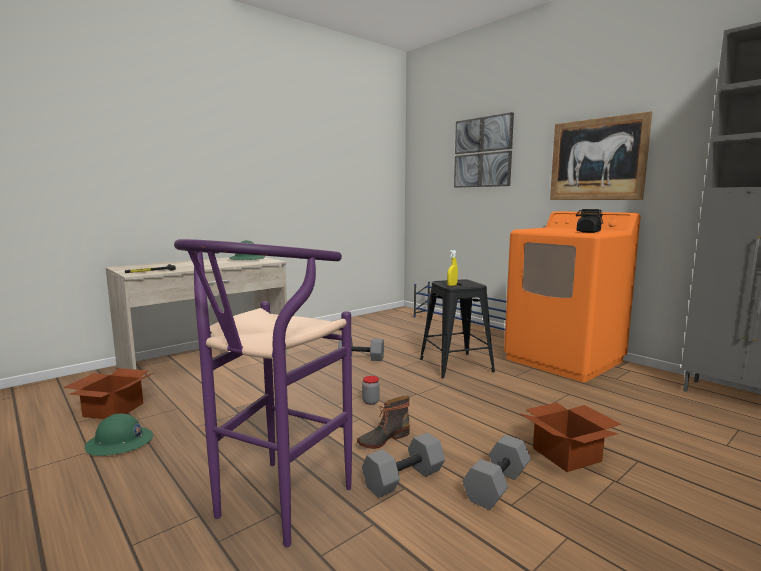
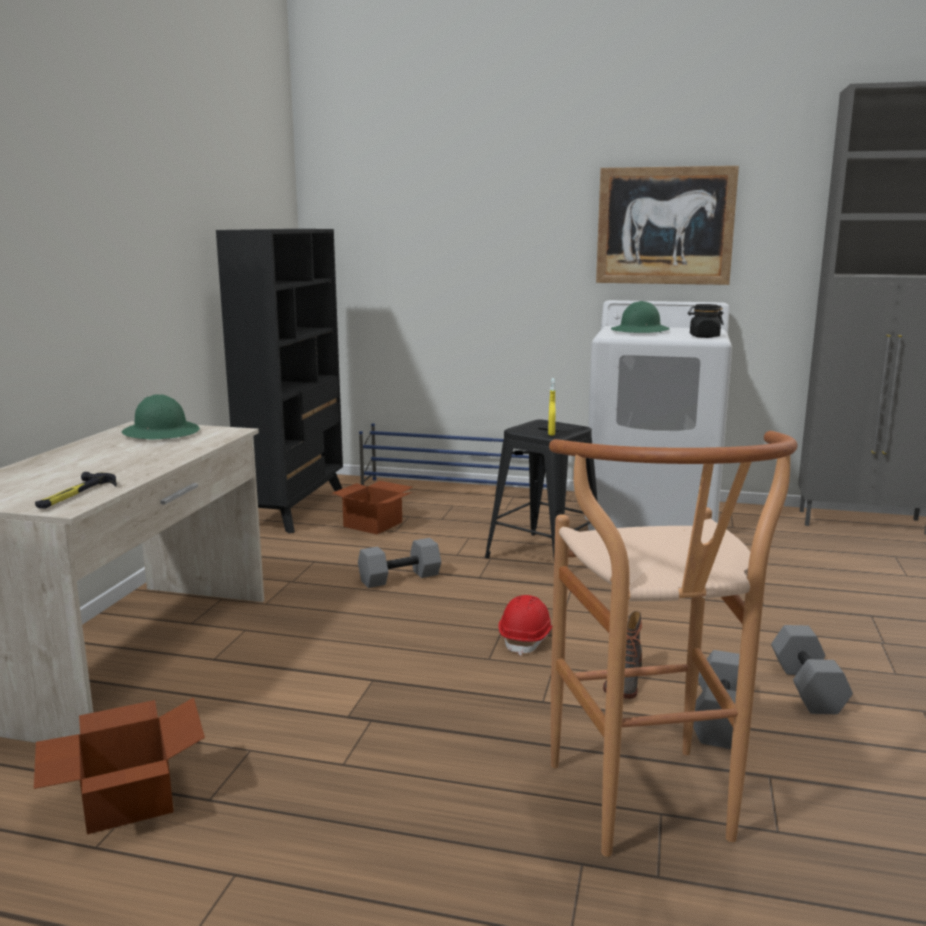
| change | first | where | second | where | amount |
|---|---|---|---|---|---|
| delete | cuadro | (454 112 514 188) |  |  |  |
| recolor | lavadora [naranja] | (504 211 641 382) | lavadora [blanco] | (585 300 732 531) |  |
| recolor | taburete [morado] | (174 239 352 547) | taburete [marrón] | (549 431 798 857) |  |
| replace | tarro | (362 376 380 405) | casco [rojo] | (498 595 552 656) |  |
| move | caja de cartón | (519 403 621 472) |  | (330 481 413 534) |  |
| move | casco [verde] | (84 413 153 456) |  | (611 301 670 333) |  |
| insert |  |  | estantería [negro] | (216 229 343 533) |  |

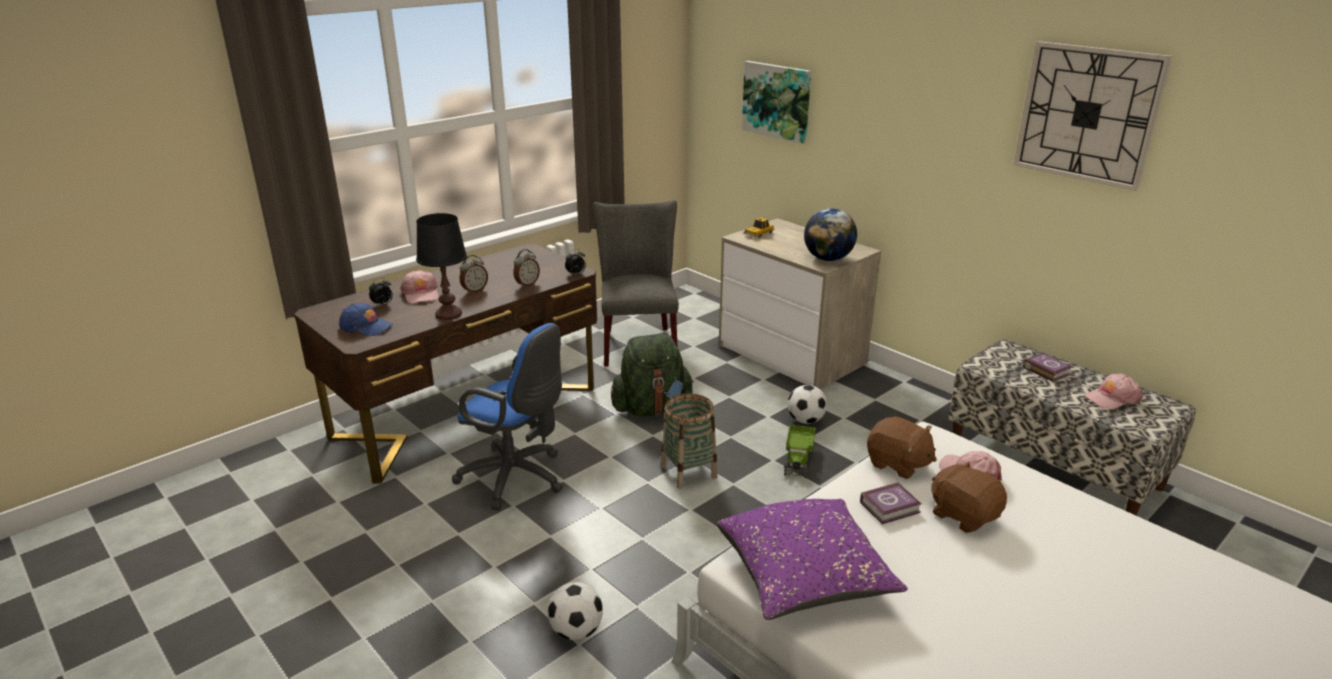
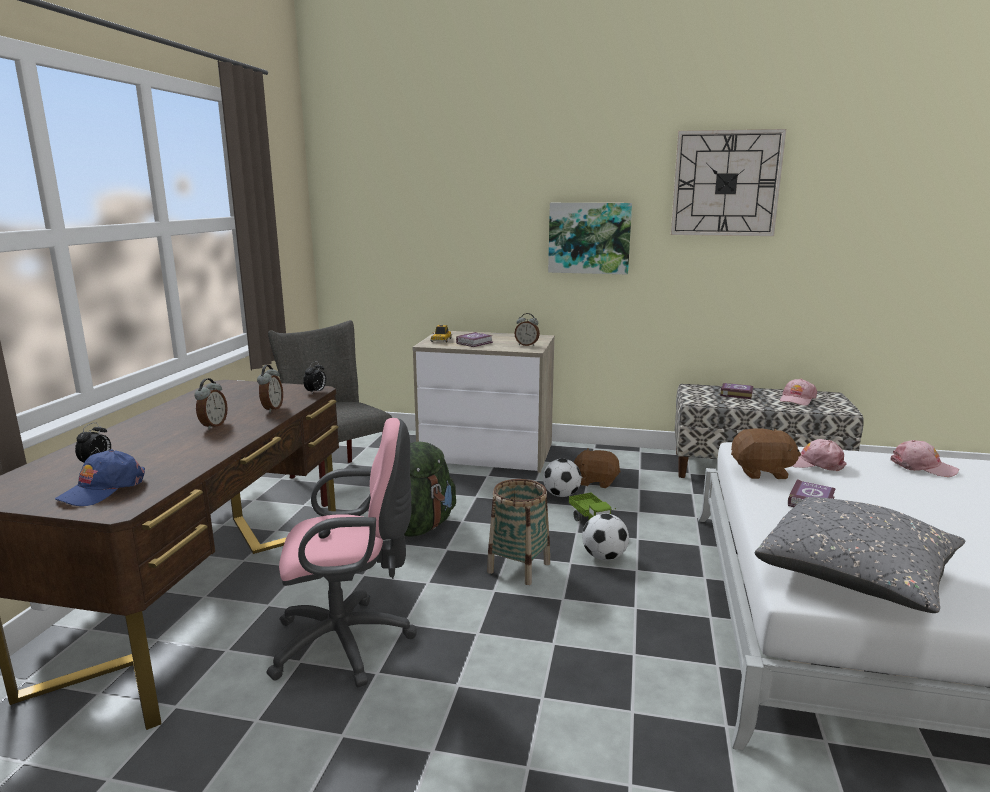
| change | first | where | second | where | amount |
|---|---|---|---|---|---|
| move | cuadro | (742 61 811 144) |  | (548 203 632 275) |  |
| replace | globo terráqueo | (804 208 857 261) | despertador | (515 313 540 346) |  |
| delete | lámpara de mesa [negro] | (416 213 467 320) |  |  |  |
| move | gorra [rosa] | (400 270 439 304) |  | (890 440 959 477) |  |
| rotate | gorra [azul] | (338 303 393 336) |  | (55 449 145 506) | 135 degrees clockwise |
| recolor | silla de oficina [azul] | (452 323 563 510) | silla de oficina [rosa] | (266 418 417 687) |  |
| move | peluche [marrón] | (931 461 1007 533) |  | (574 448 621 488) |  |
| recolor | cojín [morado] | (717 499 908 620) | cojín [gris] | (755 497 966 613) |  |
| move | balón de fútbol | (548 582 603 640) |  | (582 513 629 560) |  |
| insert |  |  | libro | (456 332 493 347) |  |

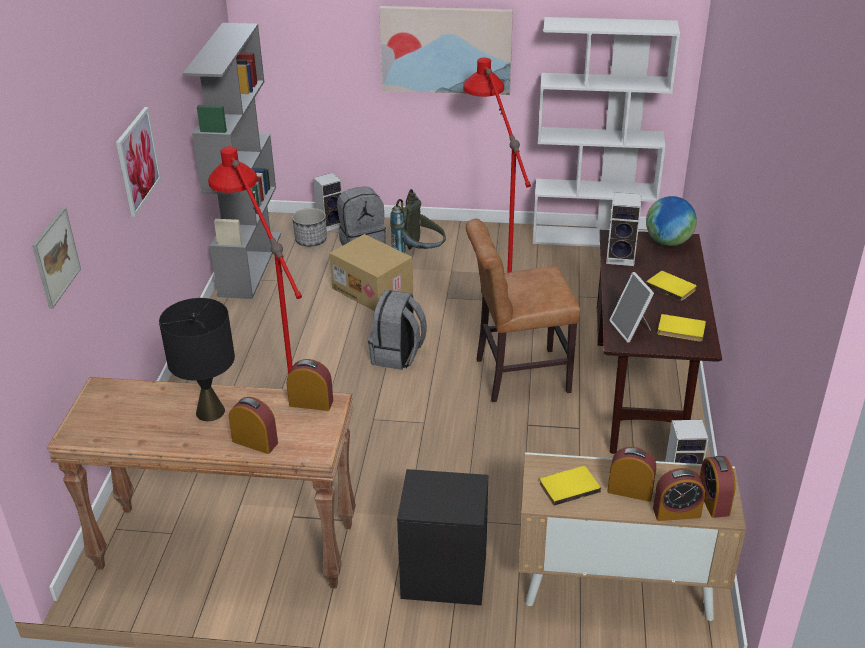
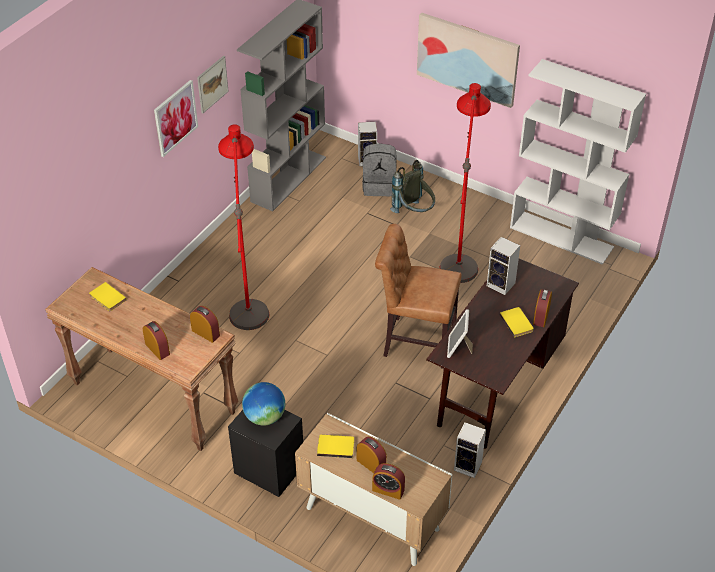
| change | first | where | second | where | amount |
|---|---|---|---|---|---|
| move | globo terráqueo | (646 196 697 246) |  | (242 382 285 426) |  |
| move | cuadro | (32 207 81 309) |  | (197 56 229 113) |  |
| delete | maceta | (292 208 327 246) |  |  |  |
| delete | caja de cartón | (329 234 413 311) |  |  |  |
| delete | mochila [gris] | (368 290 427 370) |  |  |  |
| delete | lámpara de mesa [negro] | (159 298 235 421) |  |  |  |
| move | libro [amarillo] | (657 314 706 342) |  | (89 282 127 311) |  |
| move | despertador | (700 456 735 518) |  | (533 289 552 327) |  |

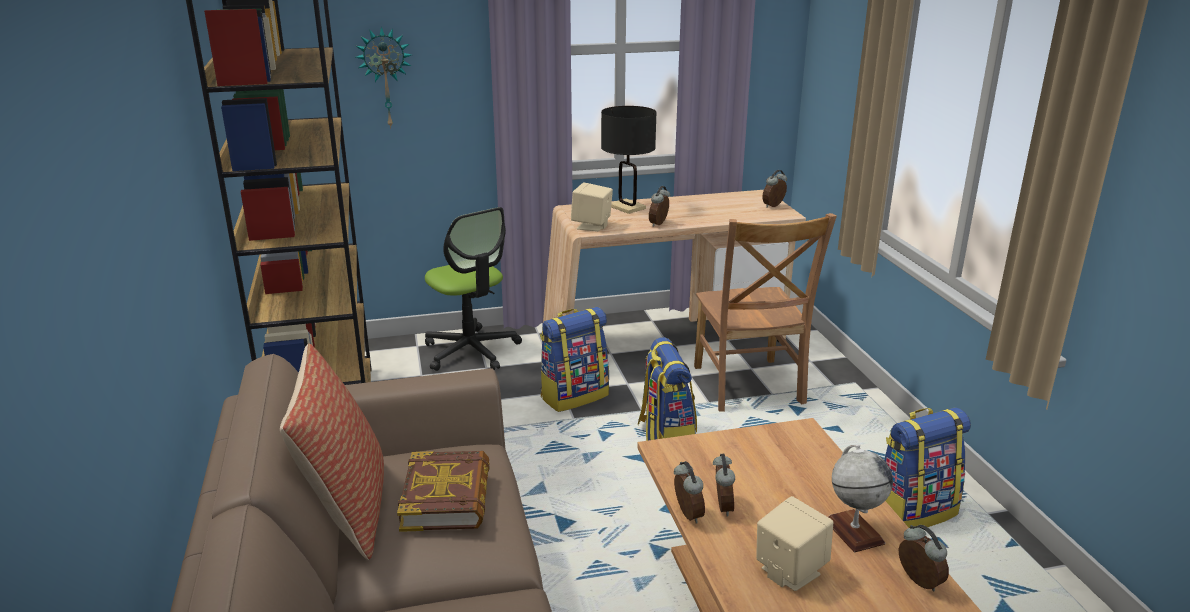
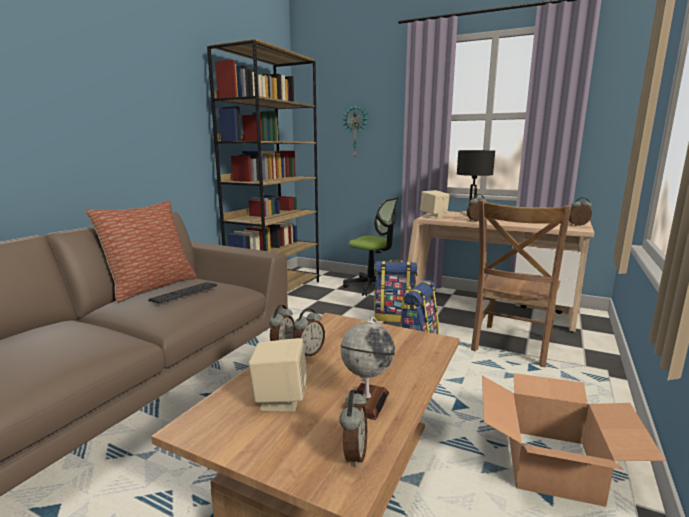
| change | first | where | second | where | amount |
|---|---|---|---|---|---|
| rotate | silla de oficina | (425 207 522 371) |  | (343 197 398 296) | 60 degrees counterclockwise |
| replace | mochila | (884 407 971 528) | caja de cartón | (482 373 666 507) |  |
| replace | libro | (397 451 490 532) | teclado | (148 282 218 304) |  |

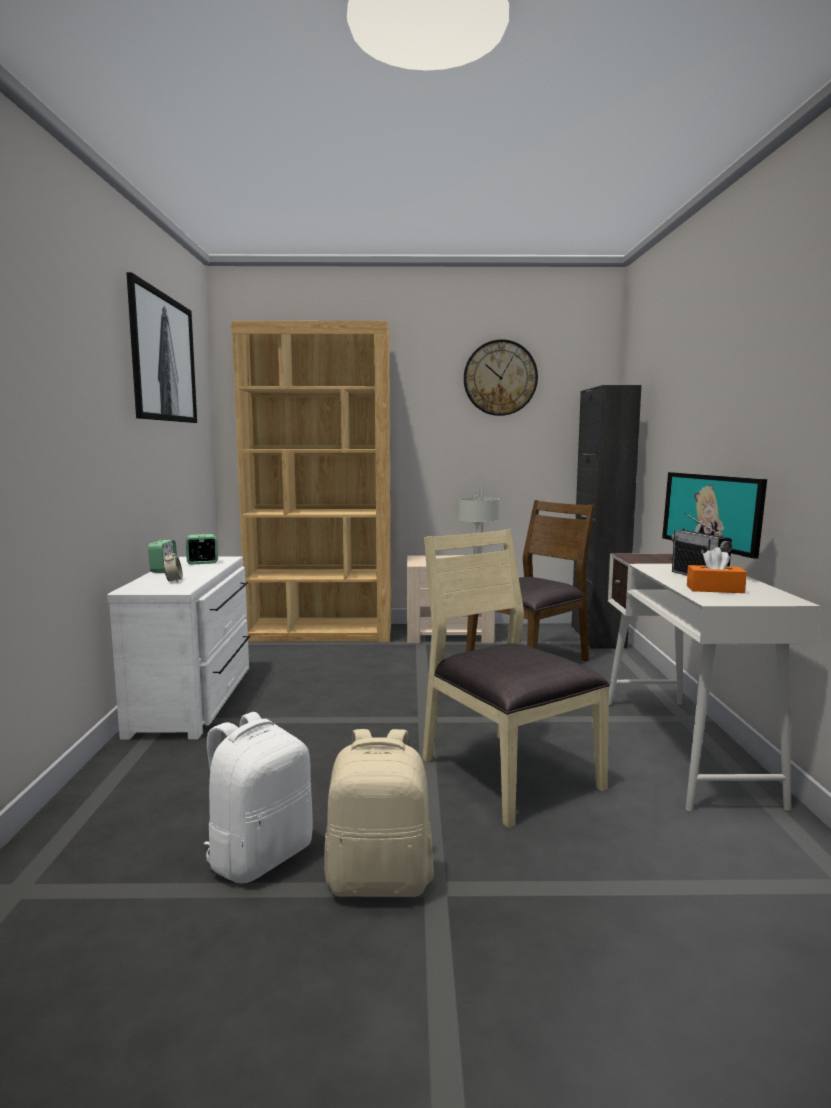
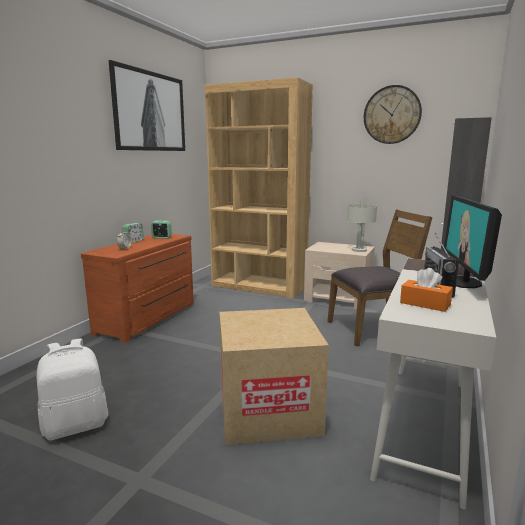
| change | first | where | second | where | amount |
|---|---|---|---|---|---|
| replace | silla [beis] | (422 529 610 828) | caja de cartón | (219 308 329 445) |  |
| recolor | cómoda [blanco] | (107 557 250 739) | cómoda [marrón] | (81 234 194 343) |  |
| delete | mochila [beis] | (324 729 434 897) |  |  |  |

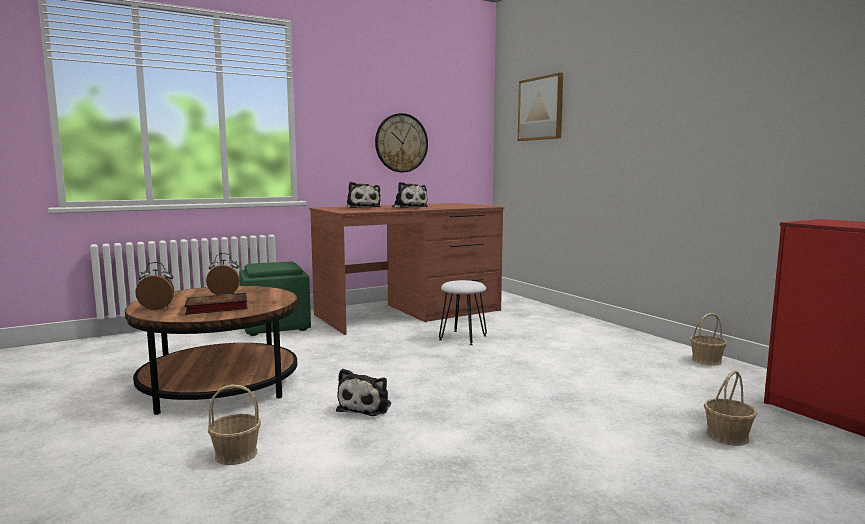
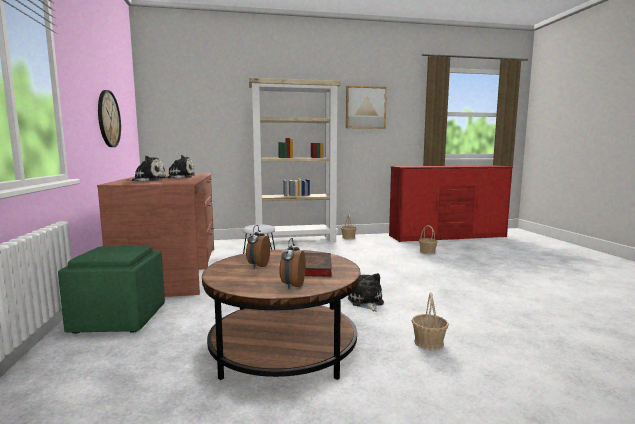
| change | first | where | second | where | amount |
|---|---|---|---|---|---|
| move | cuadro | (518 73 563 141) |  | (346 86 387 129) |  |
| rotate | peluche | (336 369 391 416) |  | (348 273 384 312) | 135 degrees counterclockwise |
| insert |  |  | estantería [beis] | (249 78 341 242) |  |

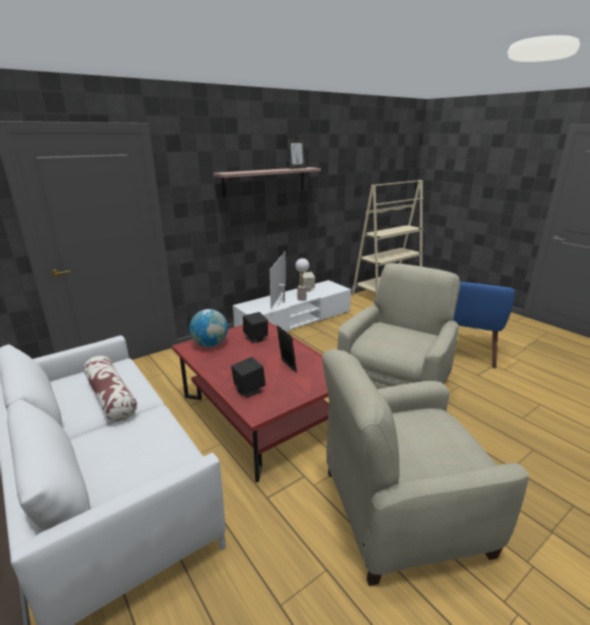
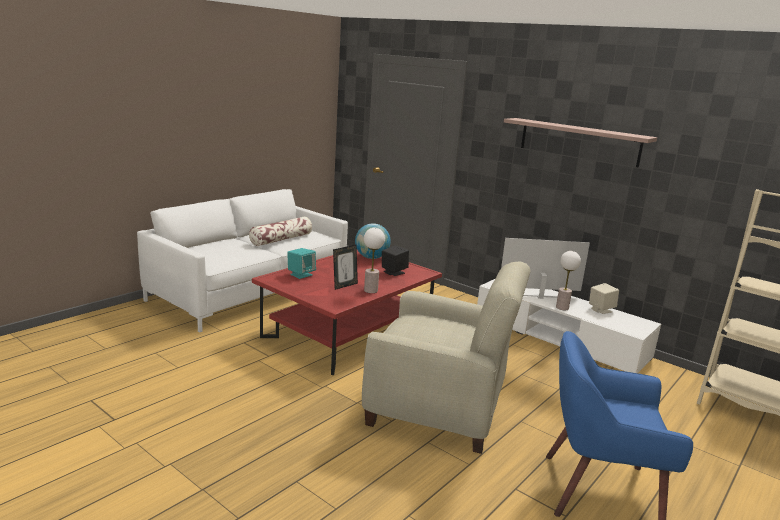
| change | first | where | second | where | amount |
|---|---|---|---|---|---|
| delete | portarretratos | (287 138 306 169) |  |  |  |
| delete | sillón [beis] | (322 349 528 586) |  |  |  |
| recolor | altavoz [negro] | (231 357 266 397) | altavoz [turquesa] | (287 248 316 279) |  |
| insert |  |  | lámpara de mesa | (364 228 385 293) |  |

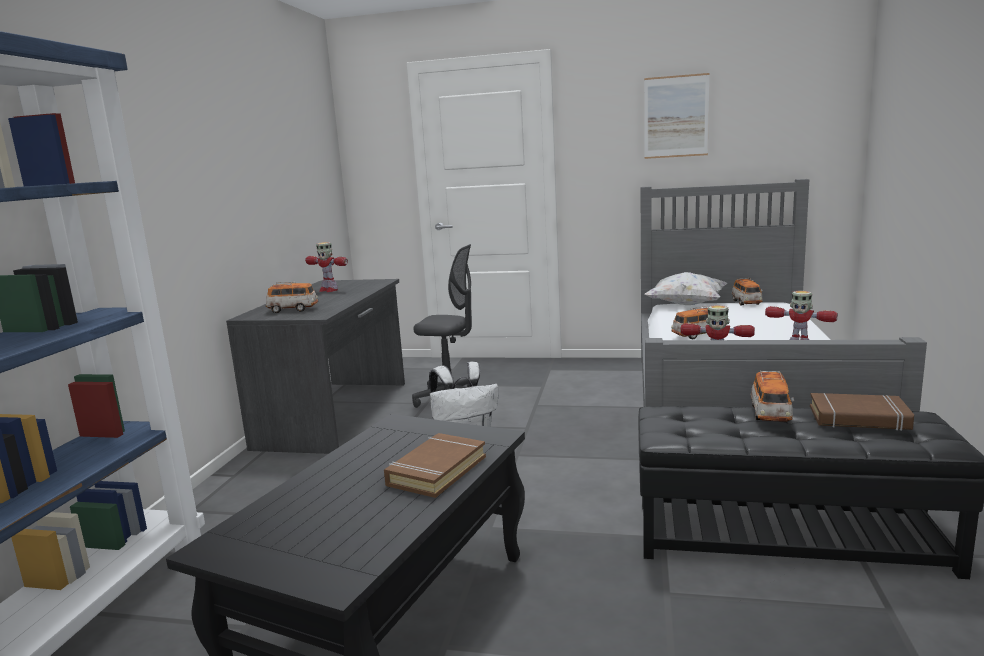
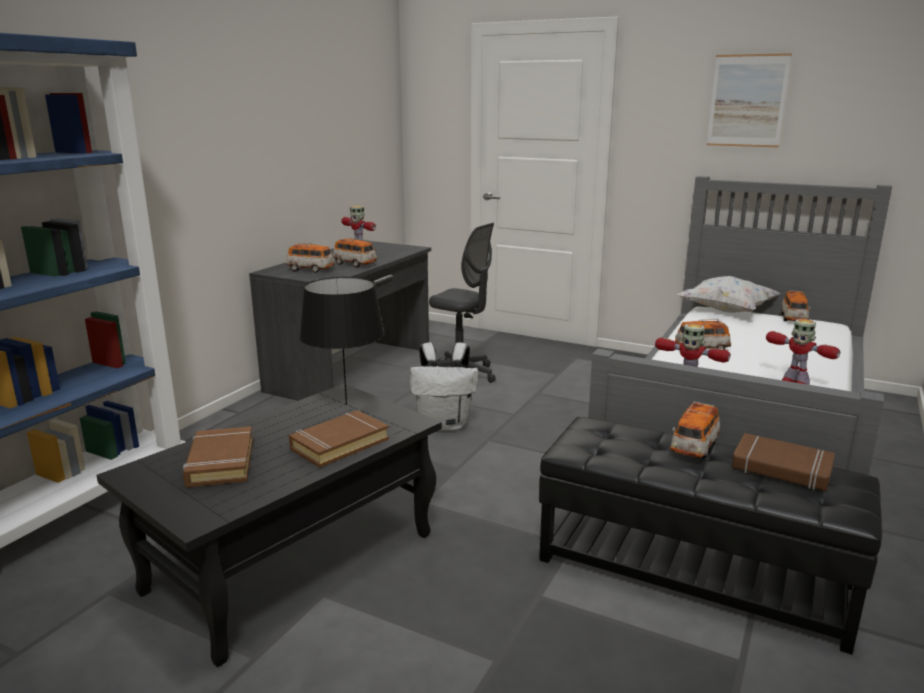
| change | first | where | second | where | amount |
|---|---|---|---|---|---|
| insert |  |  | coche de juguete | (333 237 377 267) |  |
| insert |  |  | lámpara de mesa [negro] | (300 277 385 405) |  |
| insert |  |  | libro [marrón] | (183 426 253 487) |  |

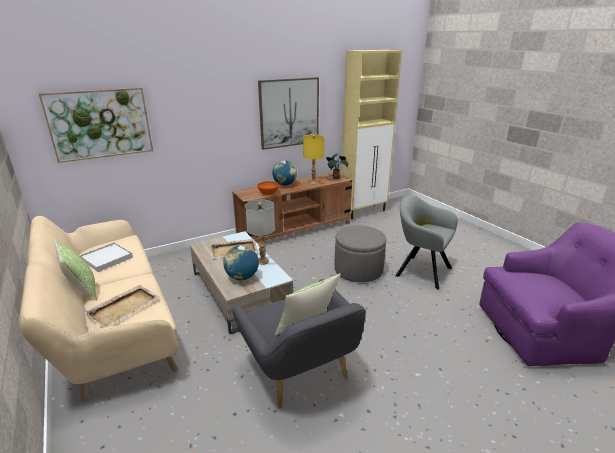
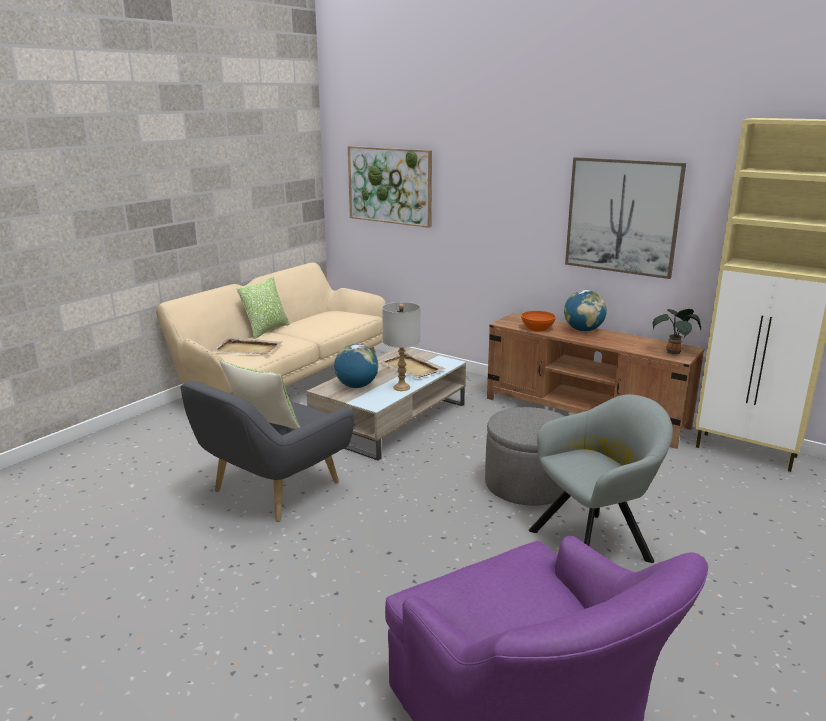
| change | first | where | second | where | amount |
|---|---|---|---|---|---|
| delete | lámpara de mesa [amarillo] | (303 134 324 185) |  |  |  |
| rotate | sillón [gris] | (395 195 458 290) |  | (529 394 673 563) | 60 degrees clockwise |
| delete | bandeja [blanco] | (80 242 133 272) |  |  |  |

